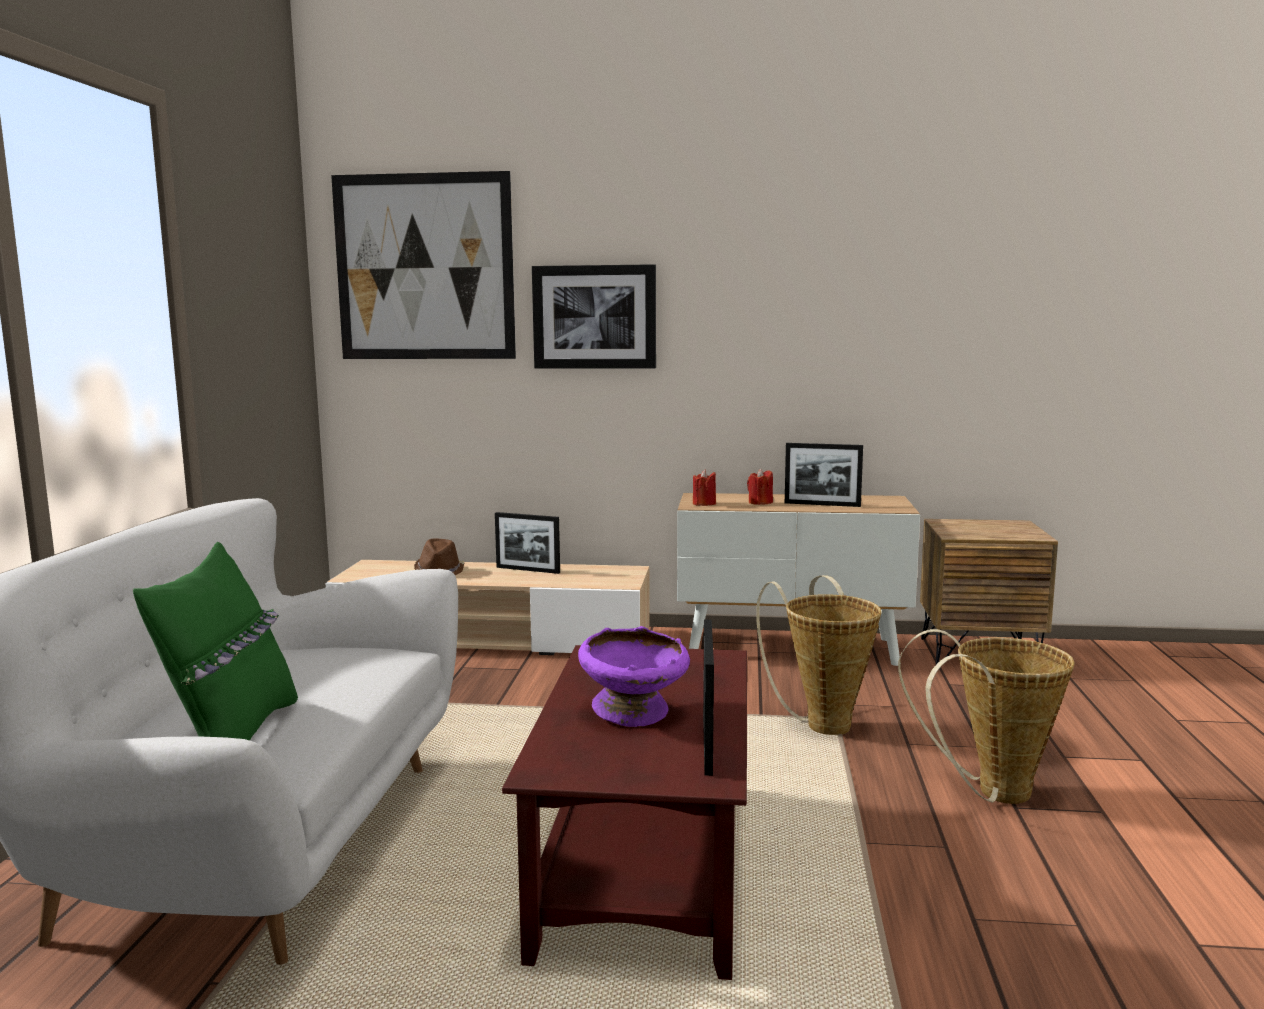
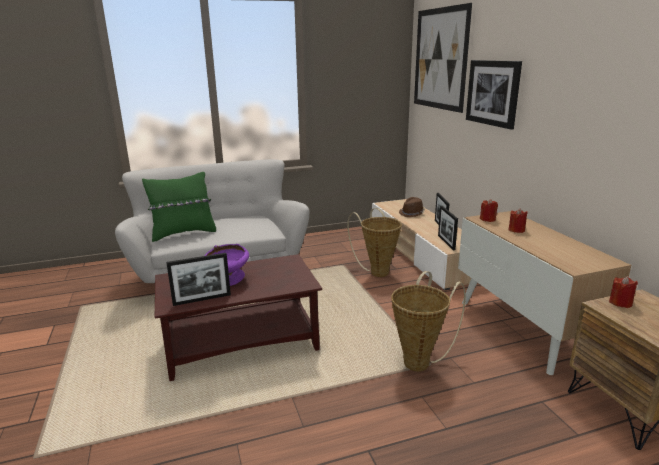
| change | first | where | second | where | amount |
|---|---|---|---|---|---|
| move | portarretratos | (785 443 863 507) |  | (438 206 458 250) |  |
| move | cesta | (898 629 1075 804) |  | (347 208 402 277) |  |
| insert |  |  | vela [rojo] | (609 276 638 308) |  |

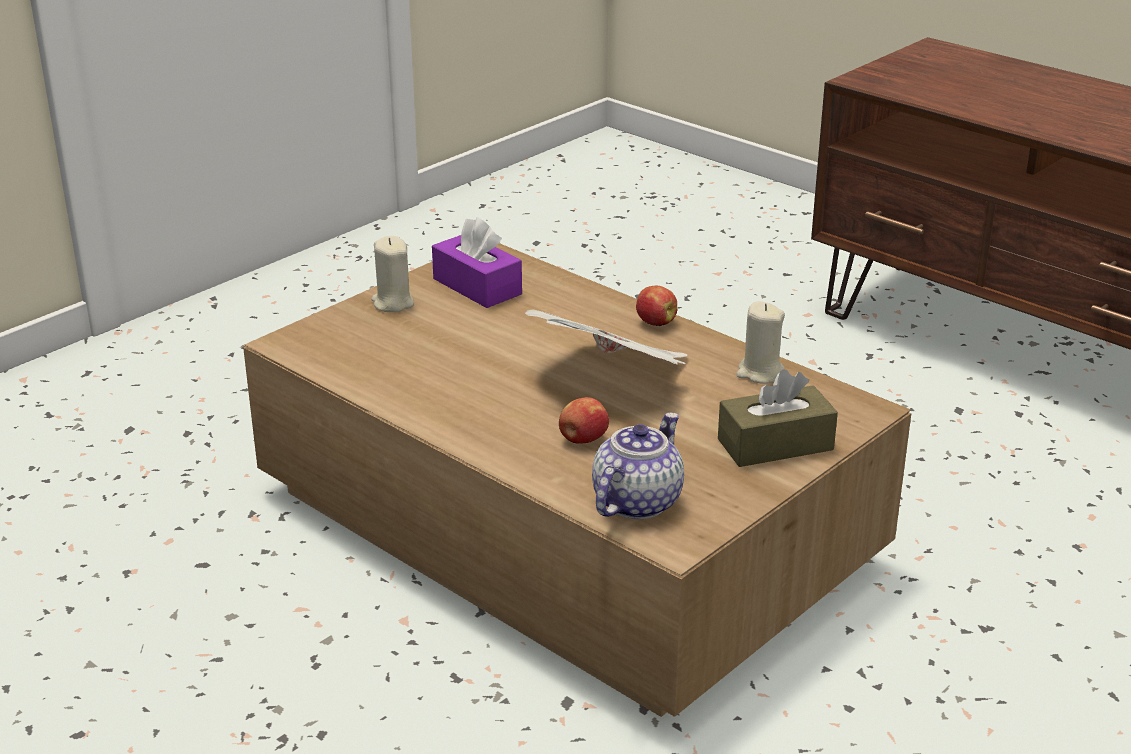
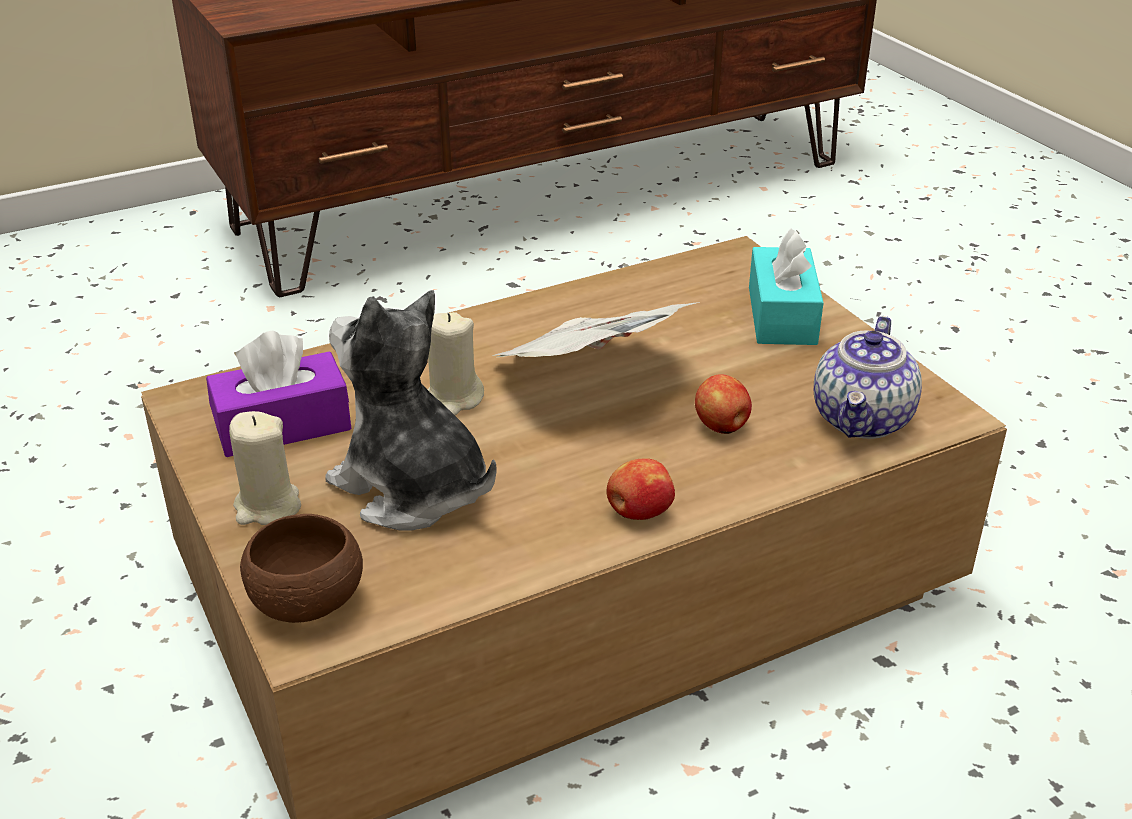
| change | first | where | second | where | amount |
|---|---|---|---|---|---|
| move | manzana | (636 286 678 326) |  | (607 459 675 520) |  |
| move | vela [beis] | (736 301 785 384) |  | (427 312 484 415) |  |
| recolor | caja de pañuelos [marrón] | (718 369 838 467) | caja de pañuelos [turquesa] | (749 228 823 345) |  |
| rotate | tetera | (592 413 684 519) |  | (814 316 922 439) | 120 degrees counterclockwise |
| insert |  |  | peluche | (325 290 497 531) |  |
| insert |  |  | cuenco [marrón] | (240 514 363 623) |  |

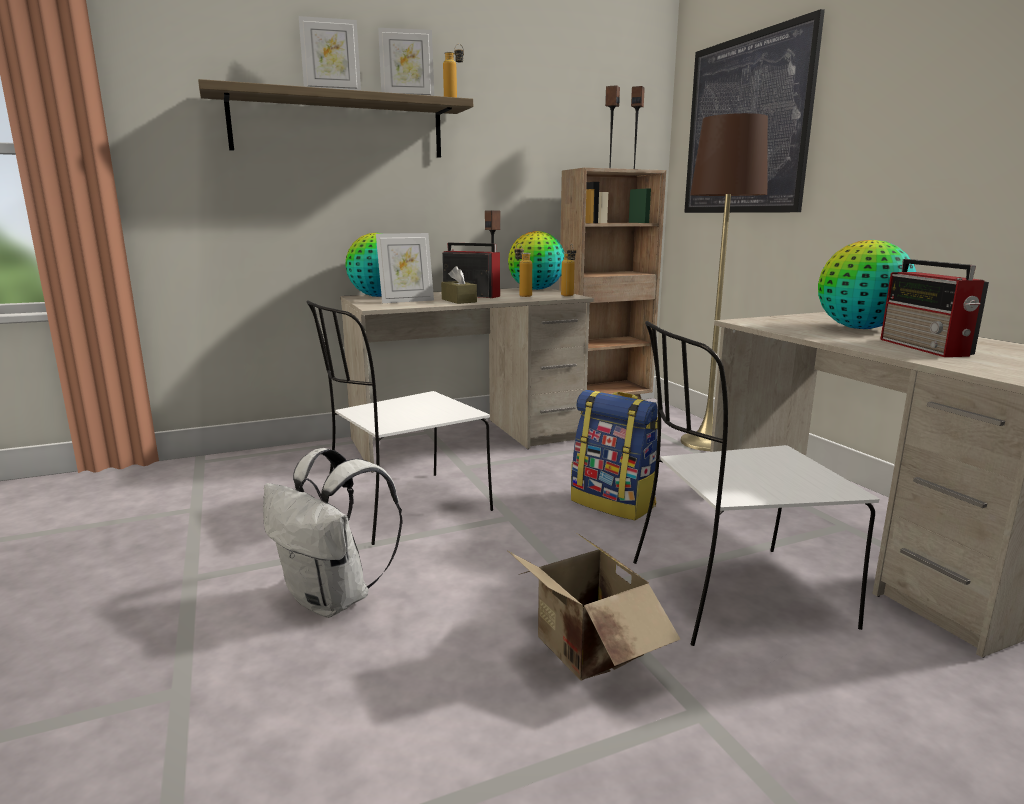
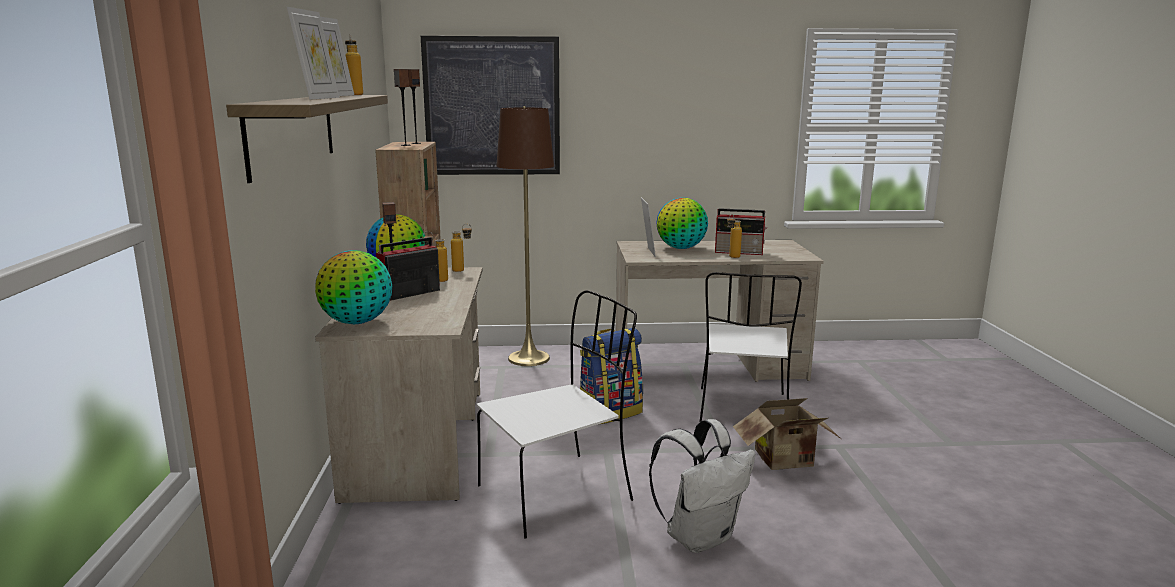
| change | first | where | second | where | amount |
|---|---|---|---|---|---|
| move | portarretratos | (376 233 434 303) |  | (641 198 656 257) |  |
| delete | caja de pañuelos [marrón] | (441 266 477 304) |  |  |  |
| rotate | silla [blanco] | (306 300 493 545) |  | (477 290 637 539) | 105 degrees counterclockwise |
| insert |  |  | botella | (727 214 742 258) |  |

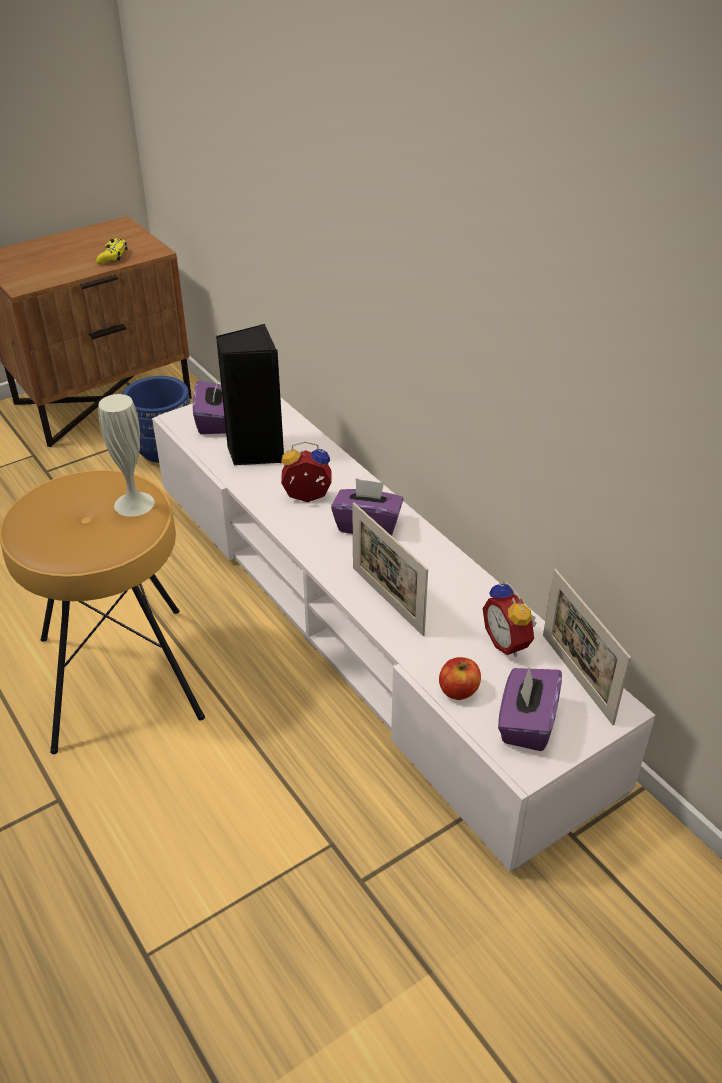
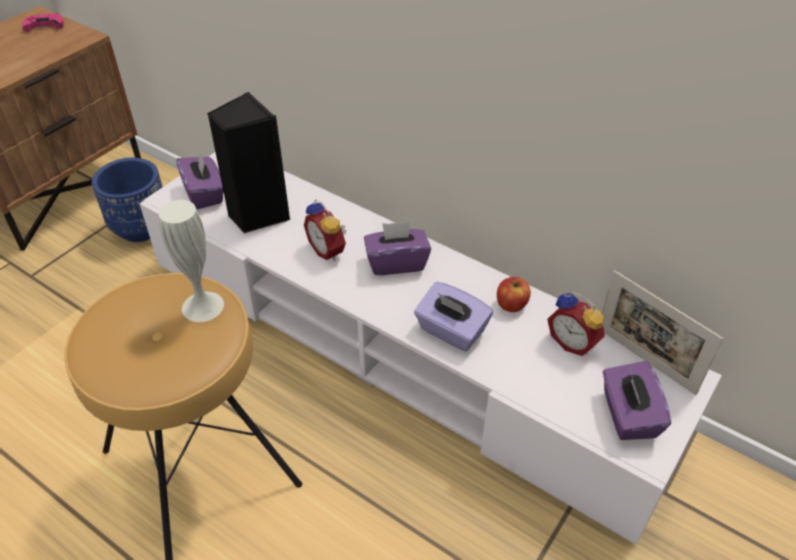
| change | first | where | second | where | amount |
|---|---|---|---|---|---|
| delete | mando de consola [amarillo] | (96 239 127 264) |  |  |  |
| rotate | despertador | (281 442 332 502) |  | (304 199 347 261) | 105 degrees counterclockwise |
| replace | portarretratos | (352 503 428 636) | caja de pañuelos [morado] | (414 282 493 351) |  |
| move | manzana | (439 657 481 700) |  | (497 277 531 312) |  |
| insert |  |  | mando de consola [rosa] | (22 13 64 32) |  |

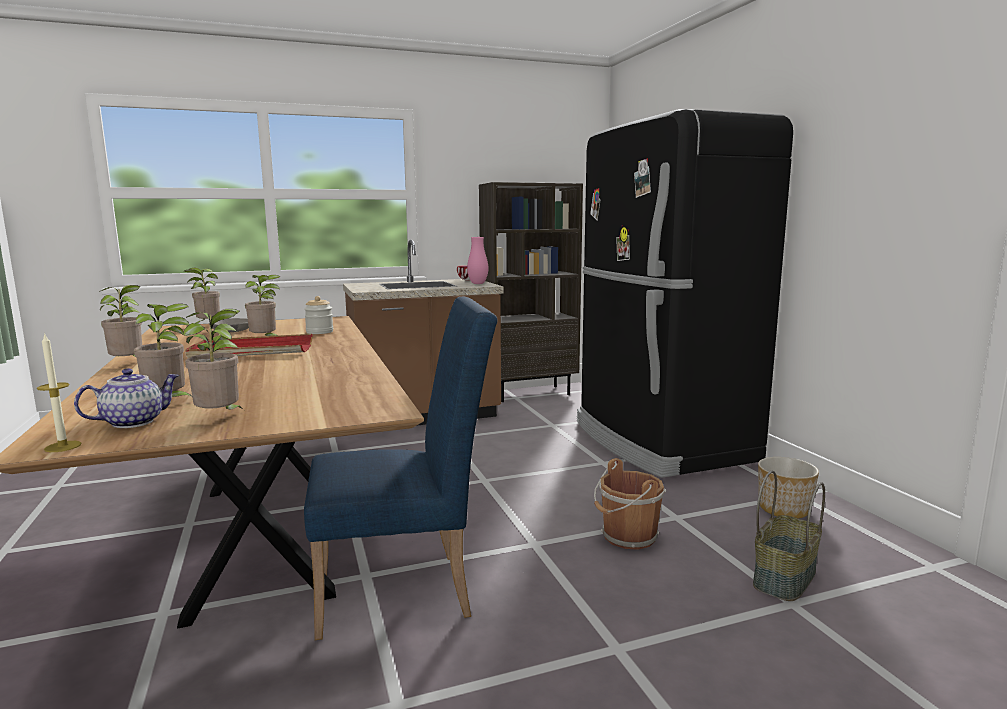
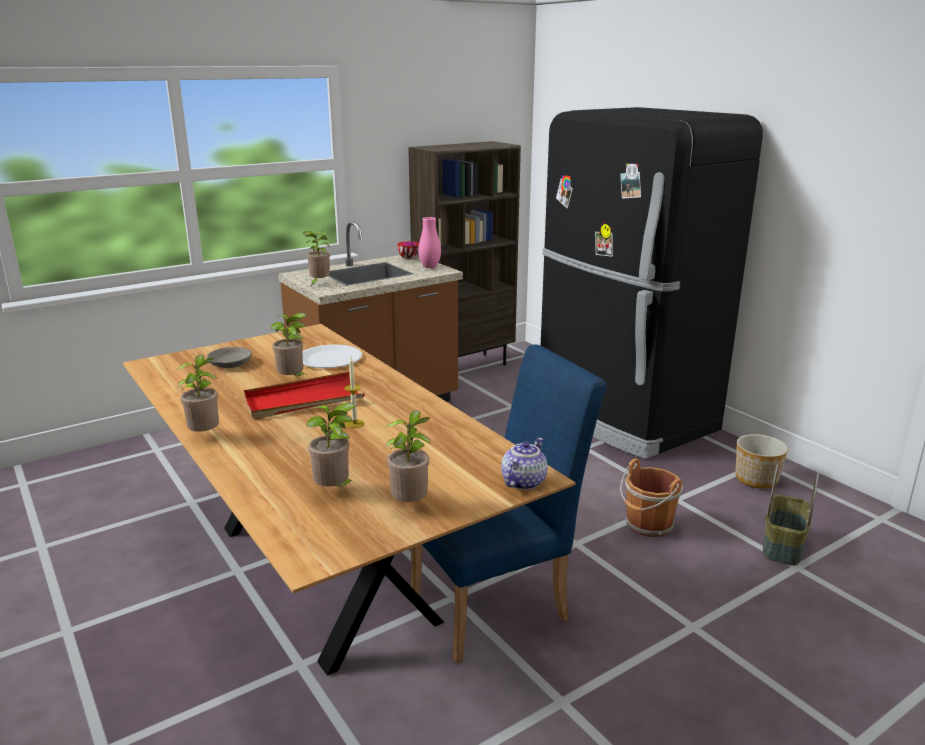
| change | first | where | second | where | amount |
|---|---|---|---|---|---|
| move | planta en maceta | (184 268 220 324) |  | (303 231 330 286) |  |
| replace | tarro | (304 296 334 334) | plato [blanco] | (302 345 362 368) |  |
| move | vela | (37 333 82 452) |  | (344 357 365 428) |  |
| move | tetera | (74 368 180 428) |  | (501 438 547 490) |  |

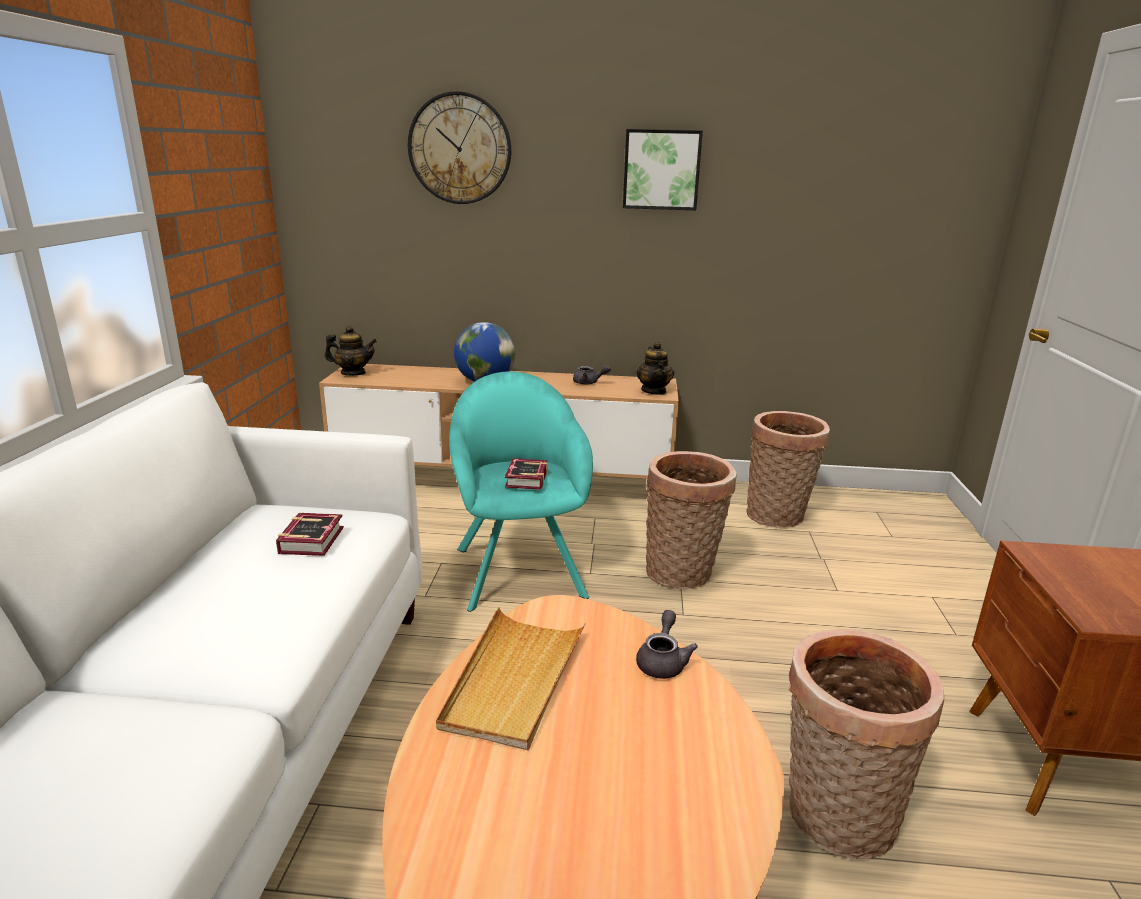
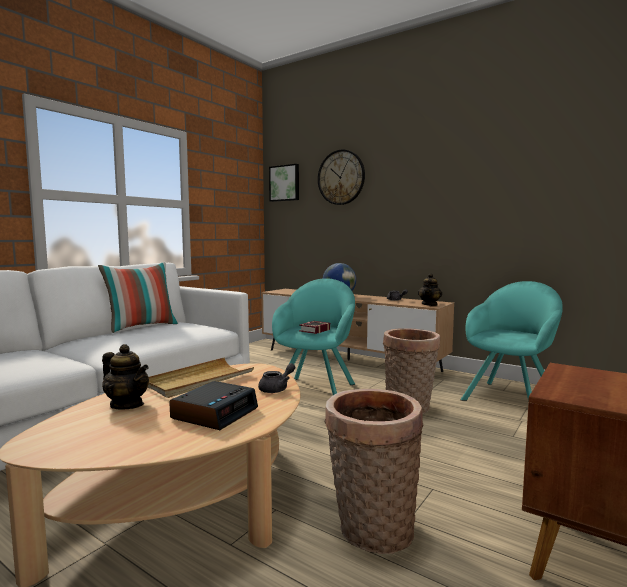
| change | first | where | second | where | amount |
|---|---|---|---|---|---|
| move | cuadro | (623 129 703 210) |  | (269 164 299 202) |  |
| move | tetera | (325 326 377 376) |  | (102 344 149 410) |  |
| replace | cesta | (747 411 830 528) | sillón [turquesa] | (460 281 563 401) |  |
| delete | libro | (276 513 344 556) |  |  |  |
| insert |  |  | cojín | (98 262 178 333) |  |
| insert |  |  | despertador | (169 381 258 430) |  |

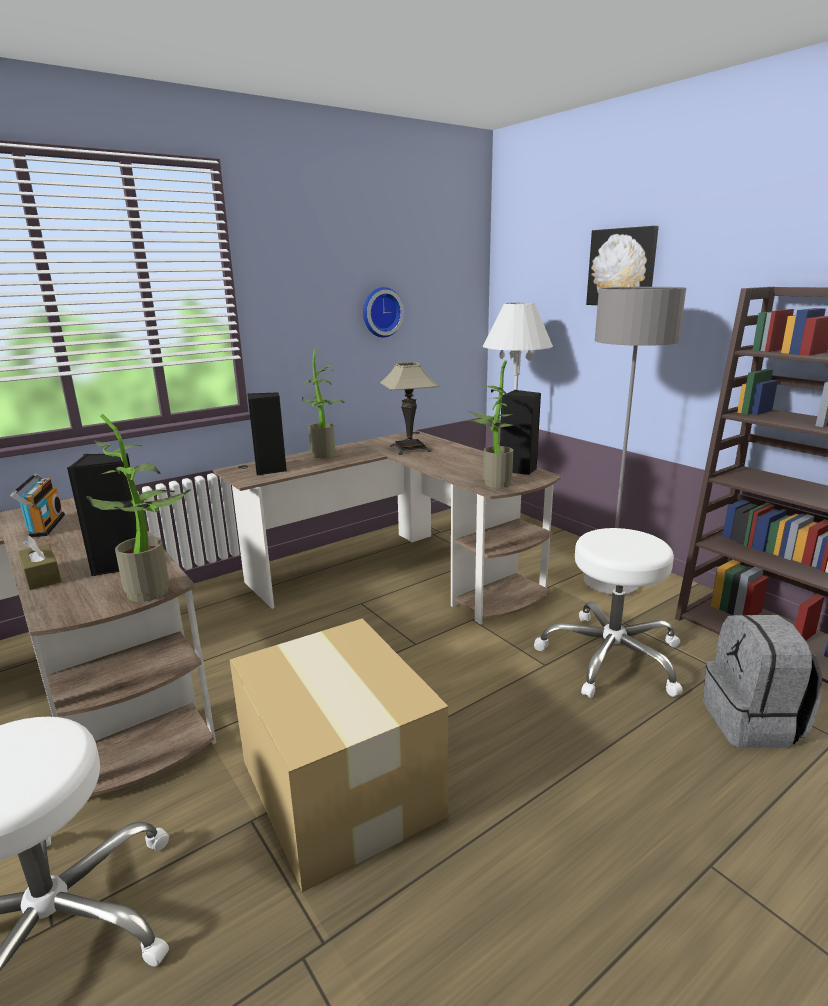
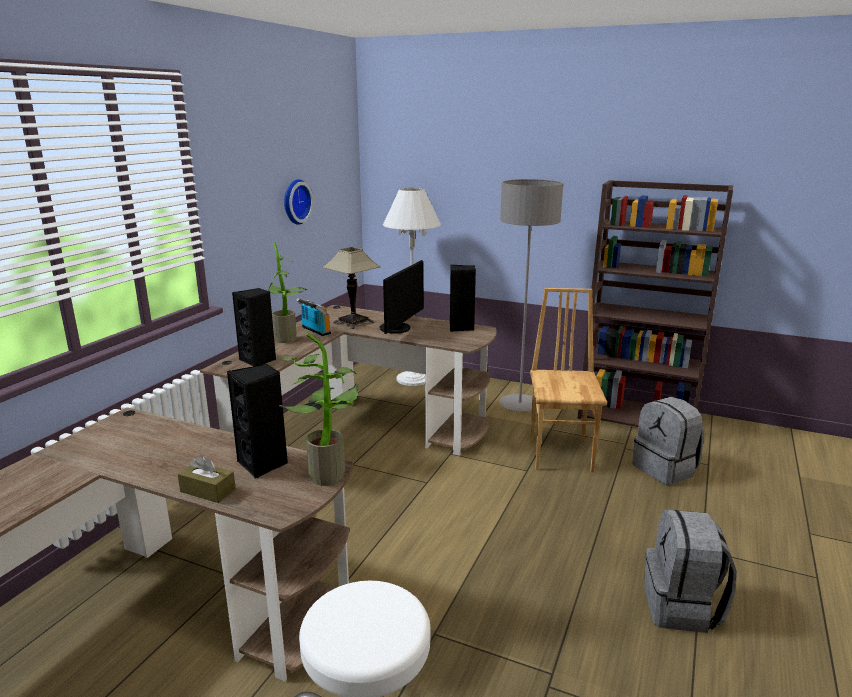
| change | first | where | second | where | amount |
|---|---|---|---|---|---|
| delete | cuadro | (586 226 659 305) |  |  |  |
| delete | planta en maceta | (469 360 516 488) |  |  |  |
| move | radio | (10 473 65 537) |  | (296 298 331 336) |  |
| replace | taburete [blanco] | (534 528 683 698) | silla [marrón] | (530 288 607 472) |  |
| delete | caja de cartón | (230 618 448 892) |  |  |  |
| insert |  |  | monitor | (380 260 423 334) |  |
| insert |  |  | mochila [gris] | (644 510 737 633) |  |

